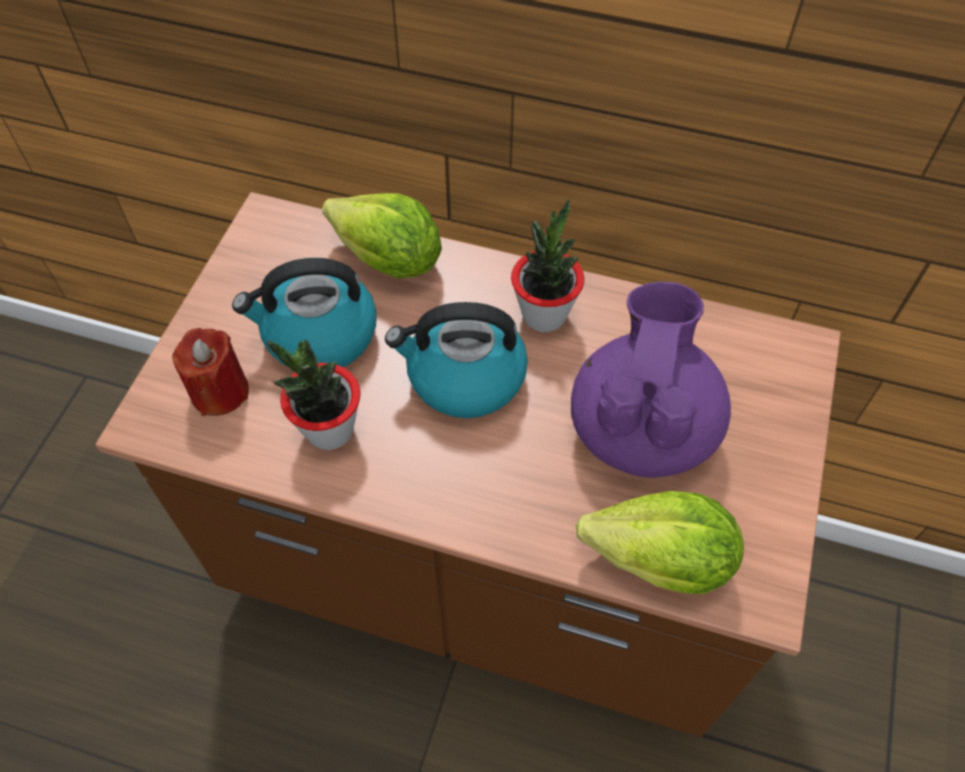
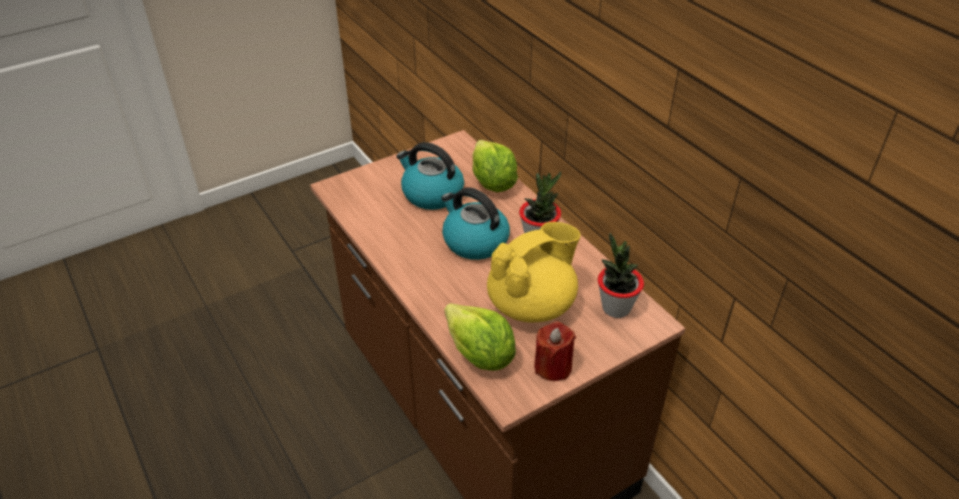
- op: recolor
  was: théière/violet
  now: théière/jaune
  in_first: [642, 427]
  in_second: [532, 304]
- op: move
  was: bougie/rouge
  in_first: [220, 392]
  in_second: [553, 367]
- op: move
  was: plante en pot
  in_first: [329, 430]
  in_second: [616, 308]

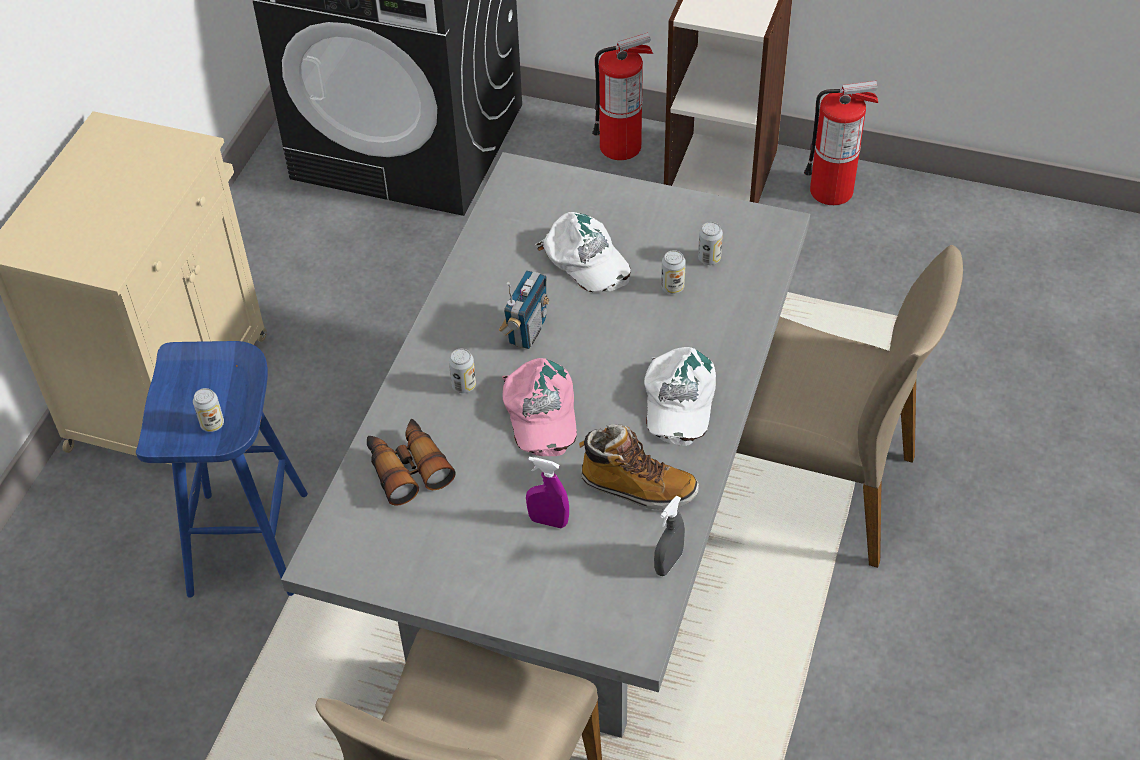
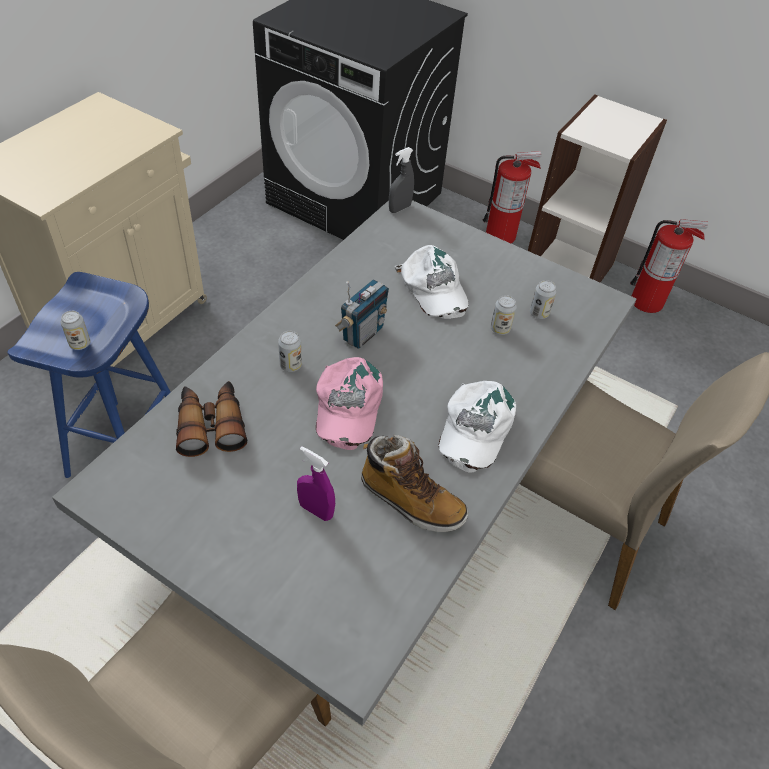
- op: move
  was: vaporisateur/gris
  in_first: [668, 563]
  in_second: [399, 208]

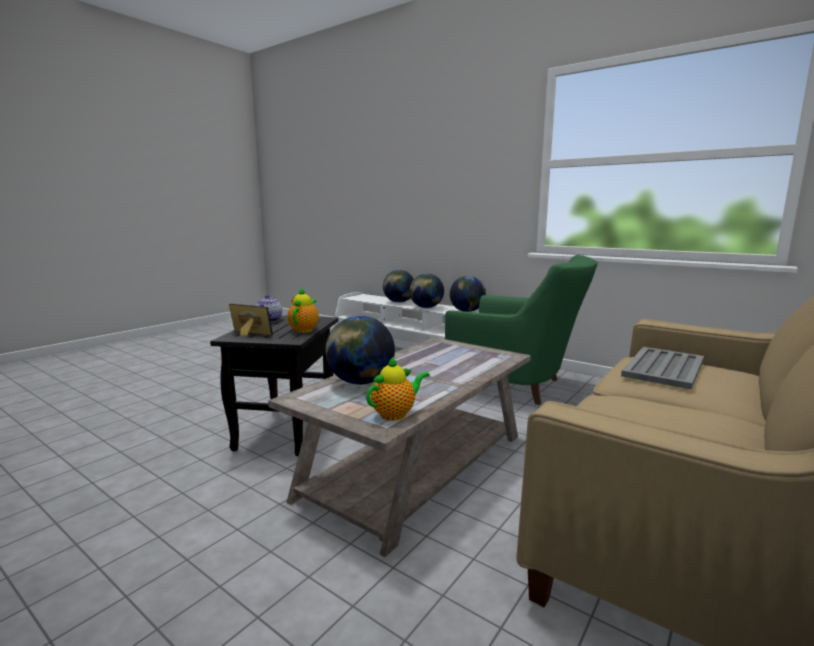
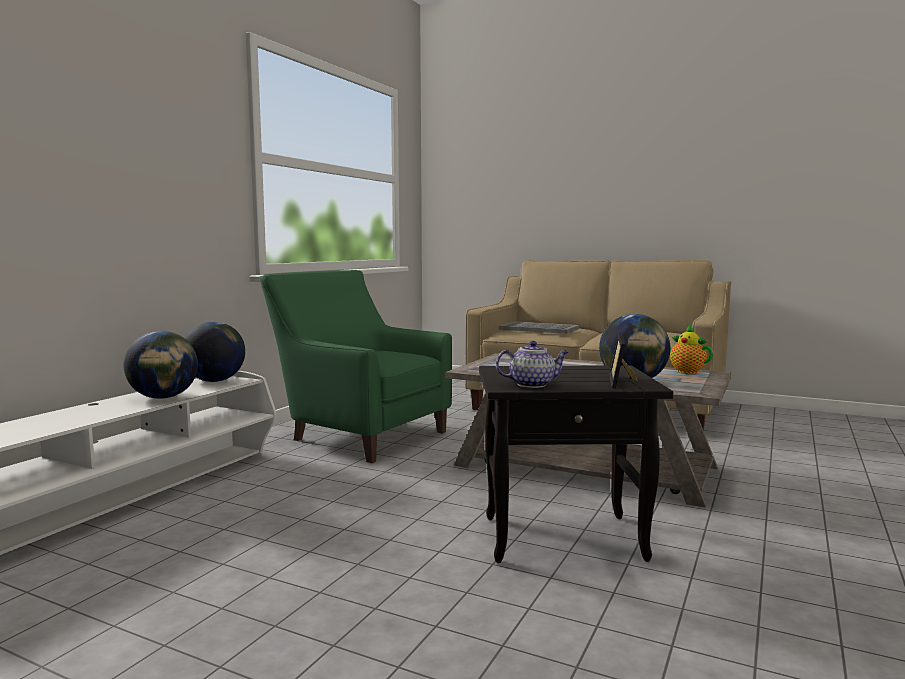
- op: rotate
  was: fauteuil/vert
  in_first: [517, 386]
  in_second: [356, 435]
  clockwise: -75
- op: delete
  was: théière
  in_first: [304, 329]
- op: delete
  was: globe
  in_first: [398, 302]

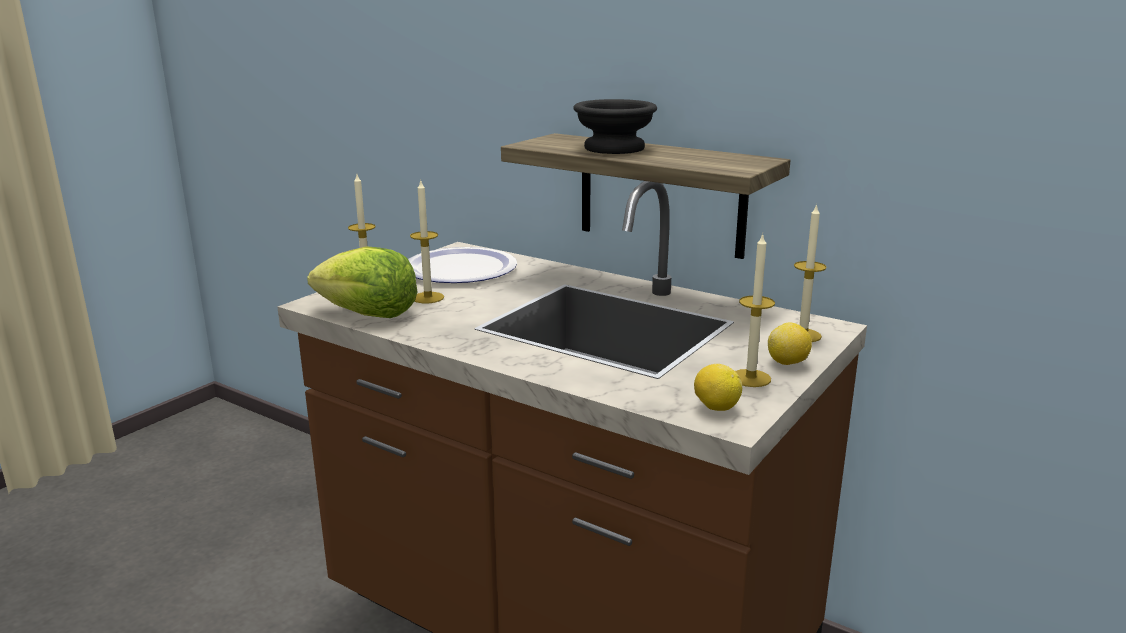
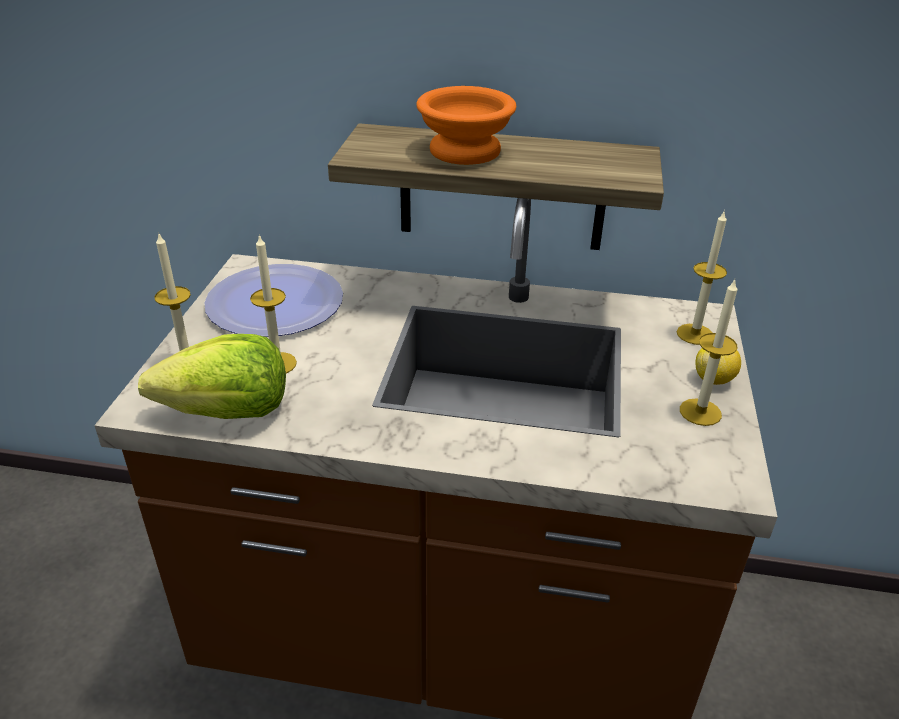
- op: recolor
  was: bol/noir
  now: bol/orange
  in_first: [611, 148]
  in_second: [462, 151]
- op: delete
  was: citron
  in_first: [715, 408]

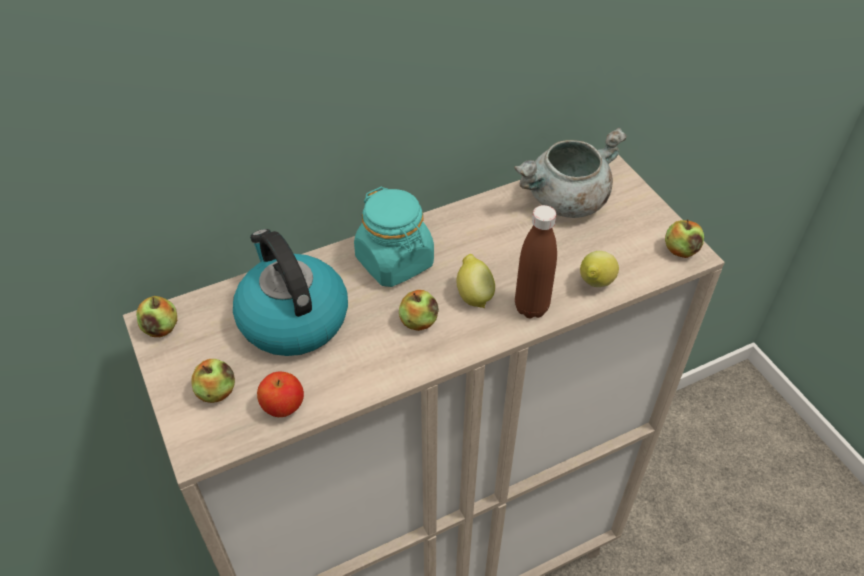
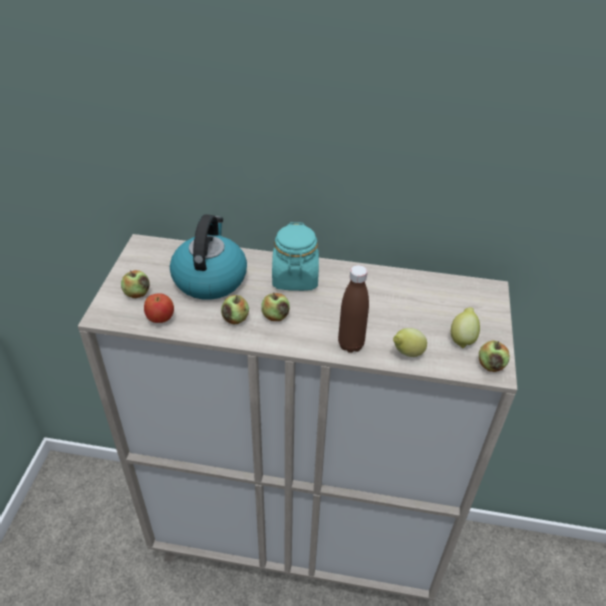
- op: move
  was: pomme
  in_first: [161, 328]
  in_second: [235, 318]
- op: move
  was: citron
  in_first: [474, 295]
  in_second: [462, 338]
- op: delete
  was: marmite/gris
  in_first: [566, 202]

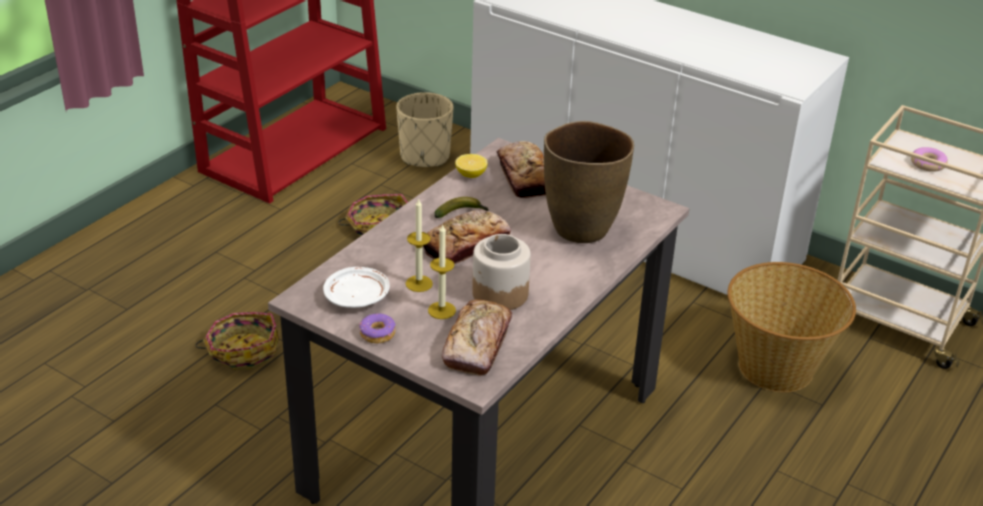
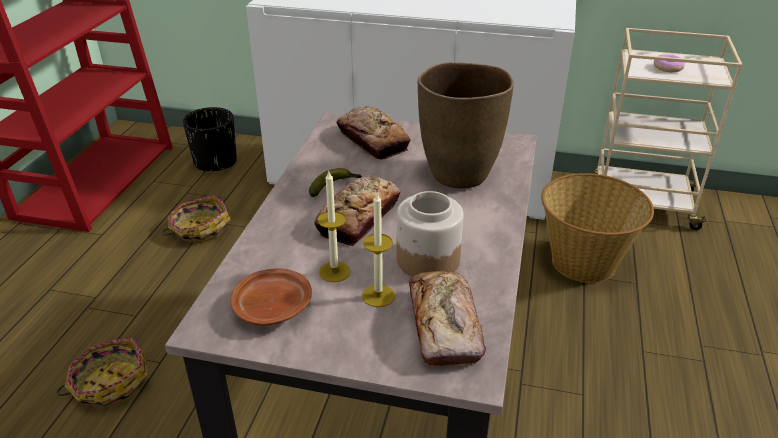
- op: recolor
  was: cache-pot/beige
  now: cache-pot/noir
  in_first: [425, 156]
  in_second: [215, 162]
- op: recolor
  was: assiette/blanc
  now: assiette/marron
  in_first: [357, 297]
  in_second: [273, 306]
- op: delete
  was: beignet
  in_first: [377, 334]
- op: delete
  was: citron
  in_first: [471, 175]

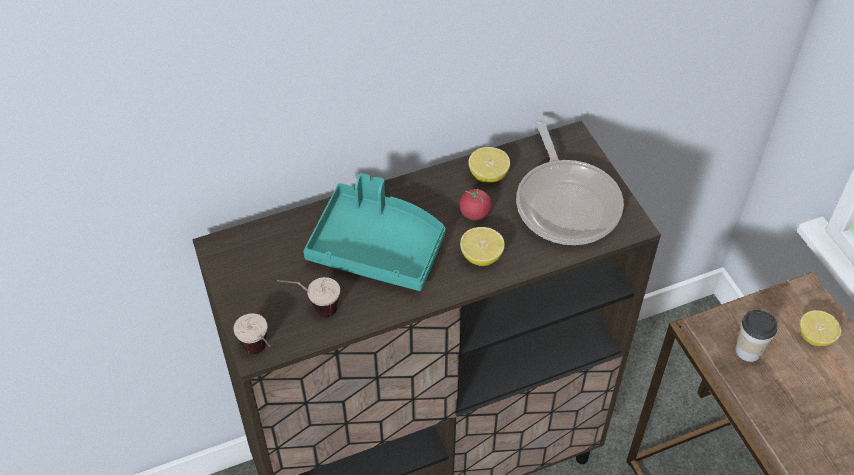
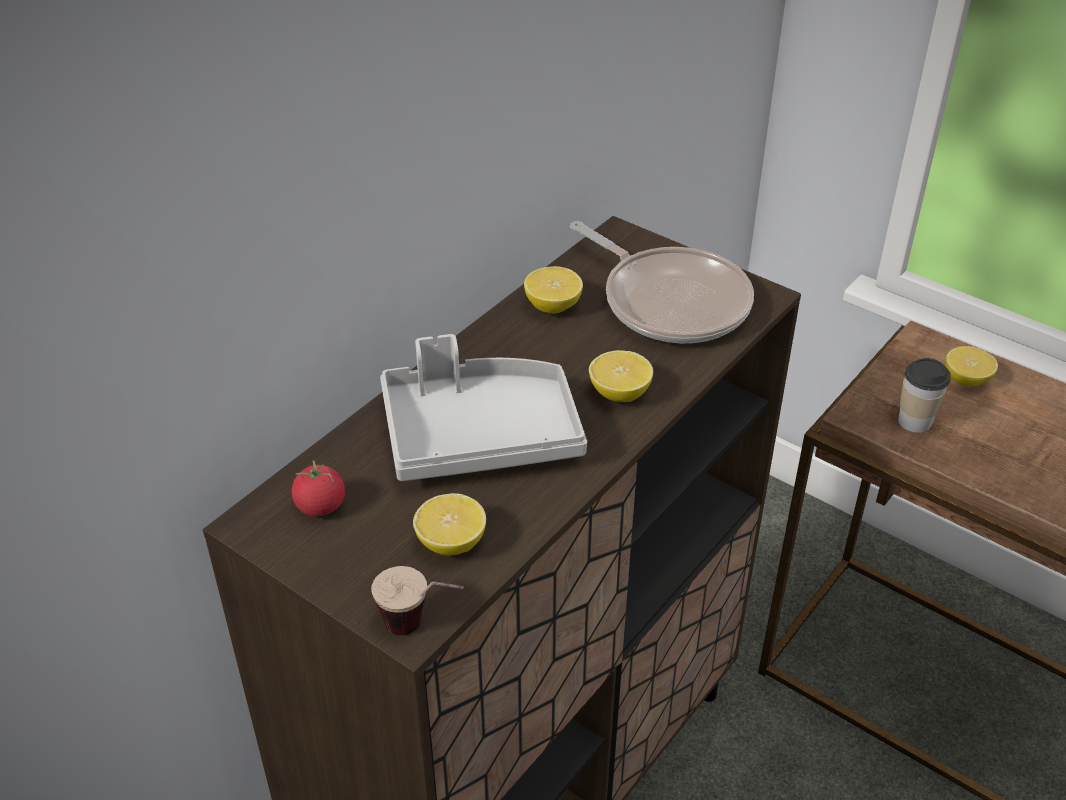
- op: move
  was: tomate
  in_first: [475, 213]
  in_second: [320, 506]
- op: recolor
  was: plateau/turquoise
  now: plateau/gris
  in_first: [377, 247]
  in_second: [479, 435]
- op: replace
  was: tasse
  now: citron
  in_first: [312, 310]
  in_second: [451, 543]

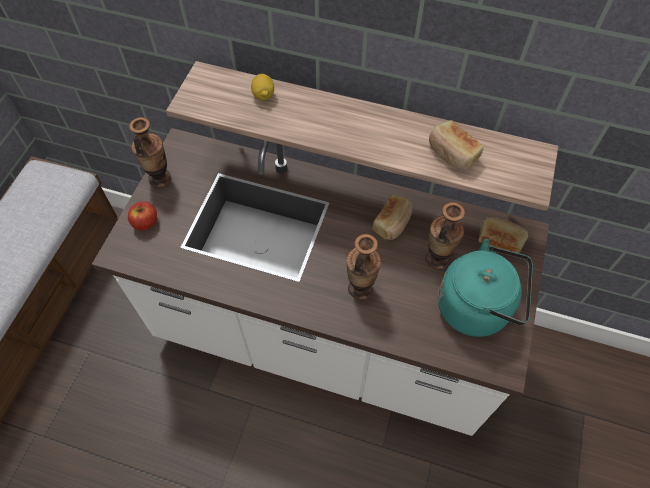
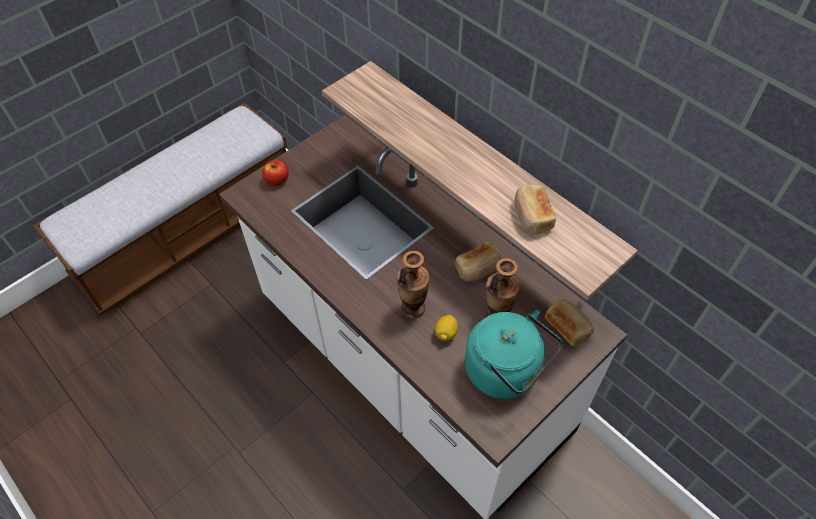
- op: move
  was: citron
  in_first: [263, 95]
  in_second: [446, 333]
- op: delete
  was: vase
  in_first: [160, 178]

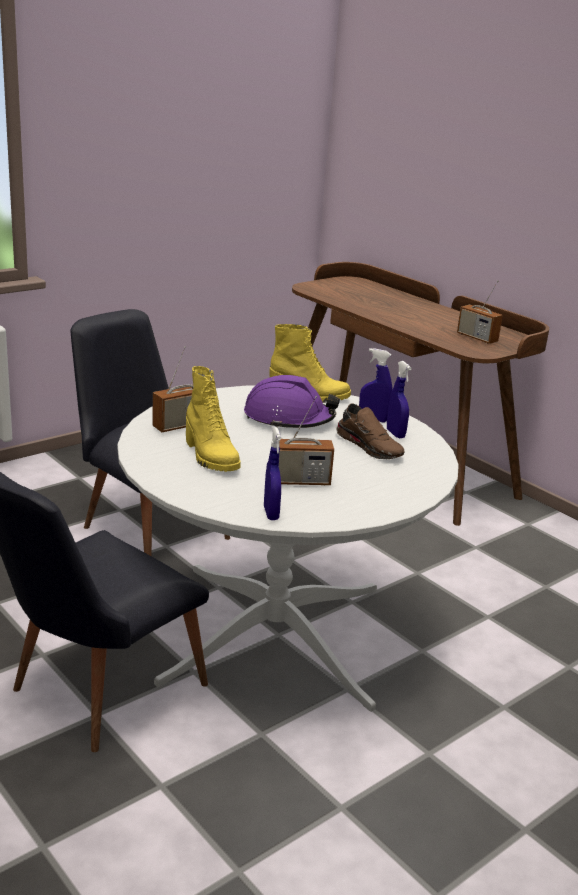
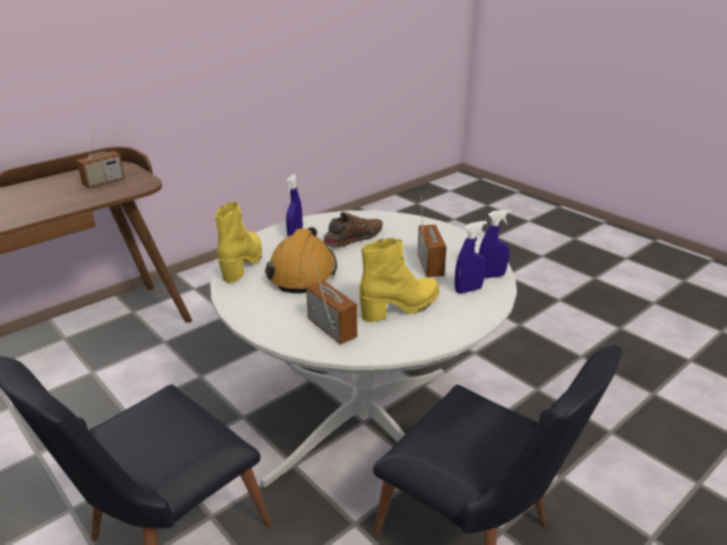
- op: recolor
  was: casque de chantier/violet
  now: casque de chantier/orange
  in_first: [288, 419]
  in_second: [302, 272]
- op: move
  was: vaporisateur/bleu
  in_first: [395, 434]
  in_second: [468, 290]

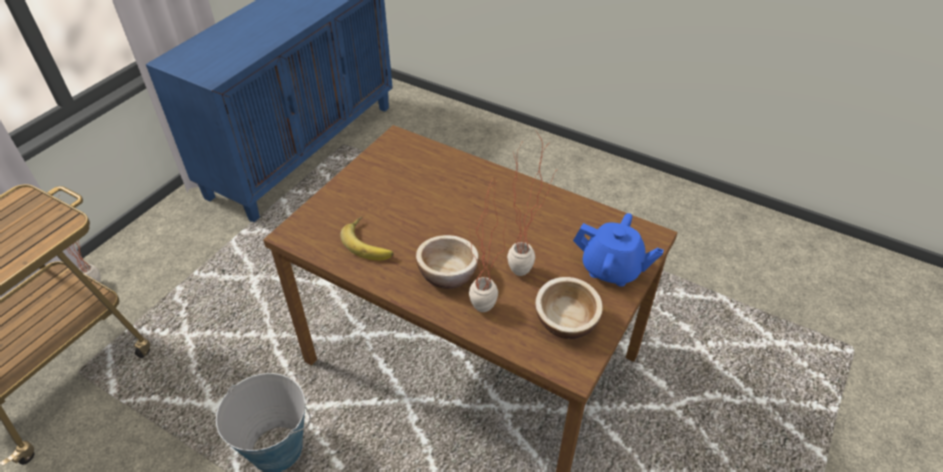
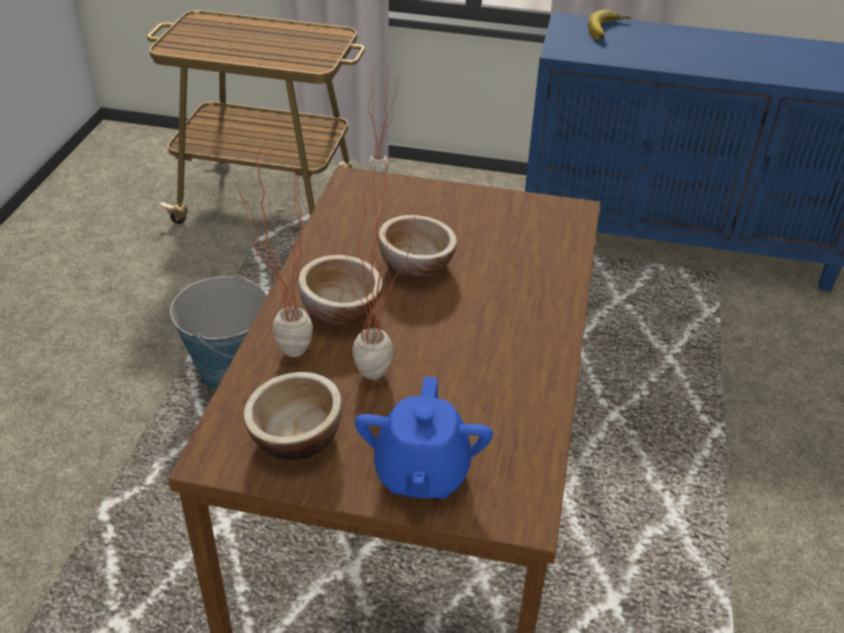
- op: insert
  now: bol
  in_second: [416, 265]
- op: move
  was: banane
  in_first: [370, 242]
  in_second: [609, 30]

